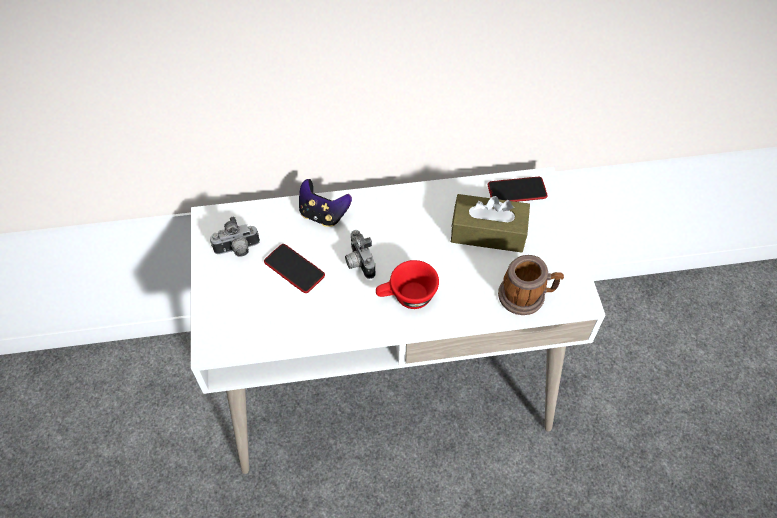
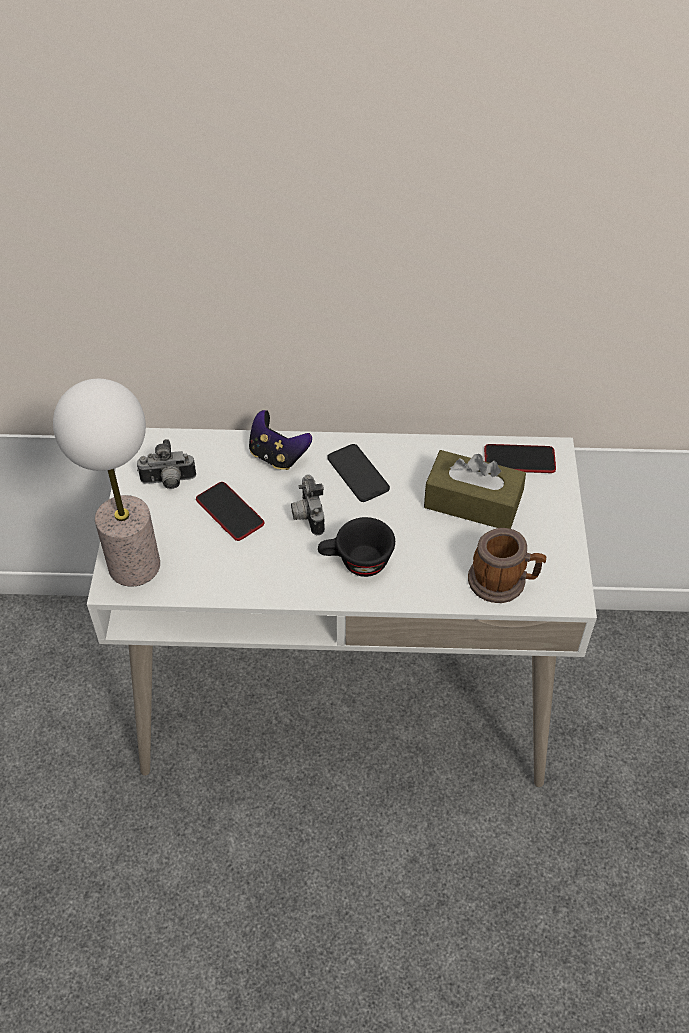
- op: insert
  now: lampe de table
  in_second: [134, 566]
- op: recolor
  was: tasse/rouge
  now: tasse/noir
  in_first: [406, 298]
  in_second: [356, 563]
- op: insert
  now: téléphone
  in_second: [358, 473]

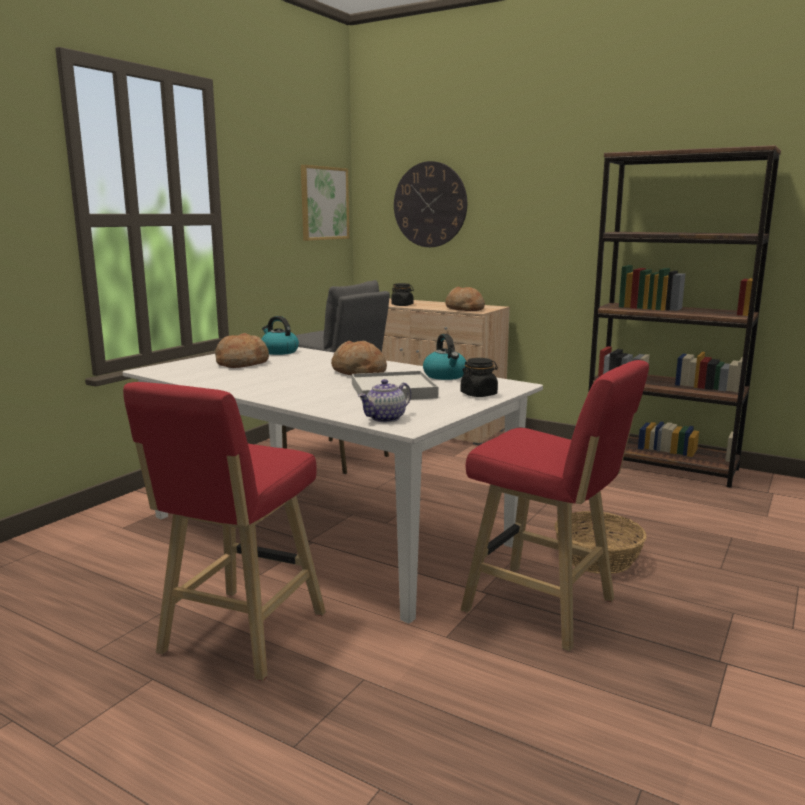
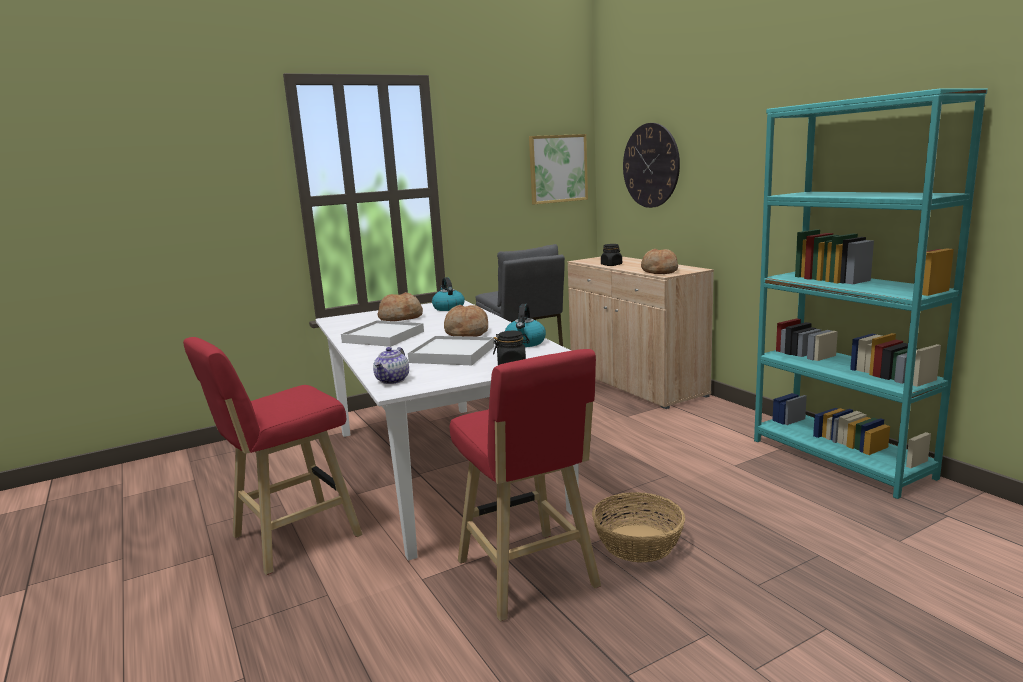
- op: insert
  now: plateau/blanc
  in_second: [383, 337]
- op: rotate
  was: théière
  in_first: [385, 418]
  in_second: [393, 380]
  clockwise: -60
- op: recolor
  was: bibliothèque/marron
  now: bibliothèque/turquoise
  in_first: [660, 465]
  in_second: [840, 458]

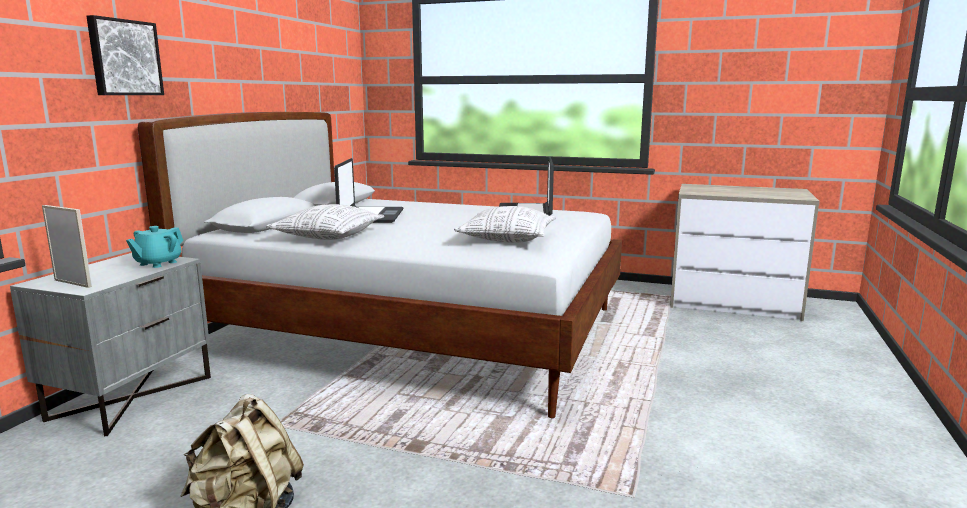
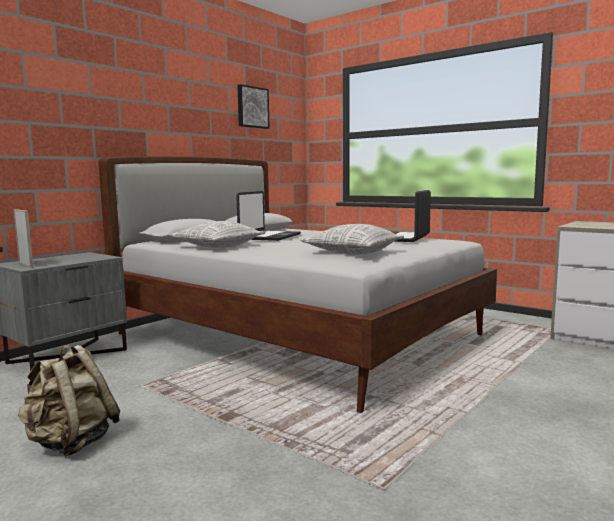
- op: move
  was: tableau
  in_first: [124, 58]
  in_second: [252, 107]
- op: delete
  was: théière/turquoise
  in_first: [158, 263]

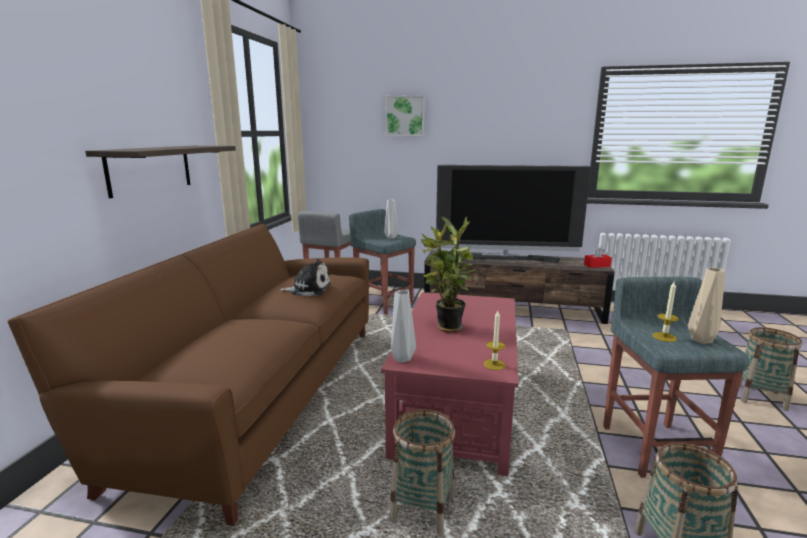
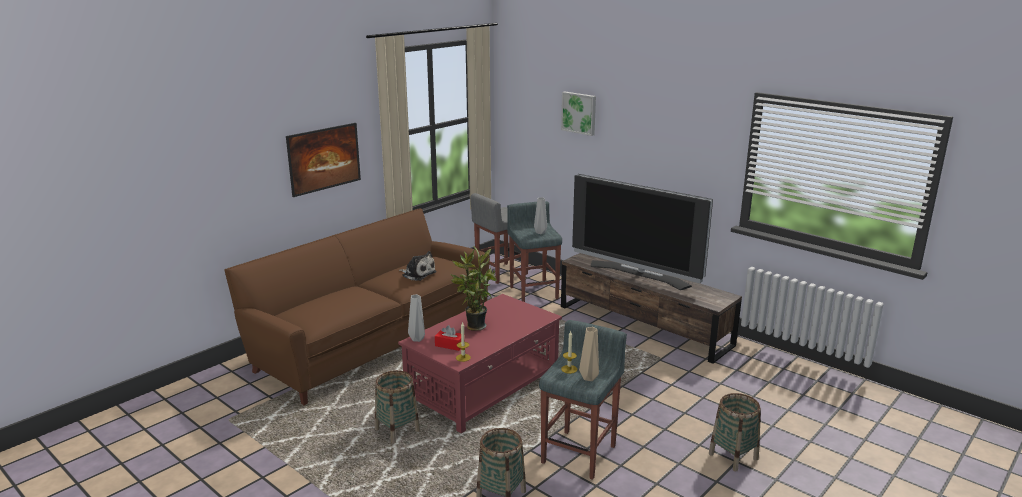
- op: replace
  was: étagère
  now: tableau
  in_first: [150, 169]
  in_second: [325, 173]
- op: move
  was: boîte à mouchoirs/rouge
  in_first: [597, 265]
  in_second: [450, 345]

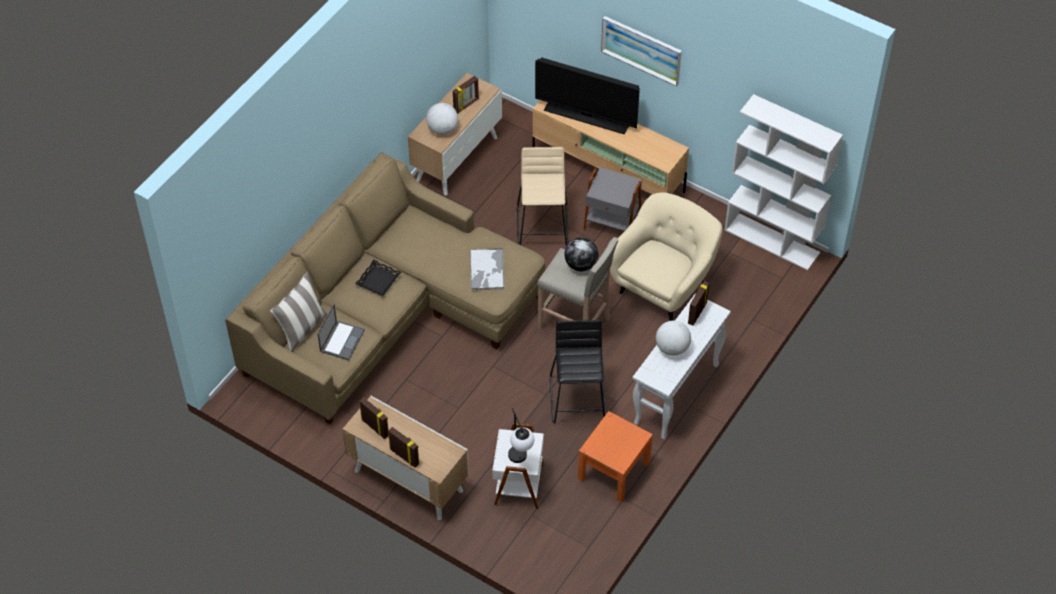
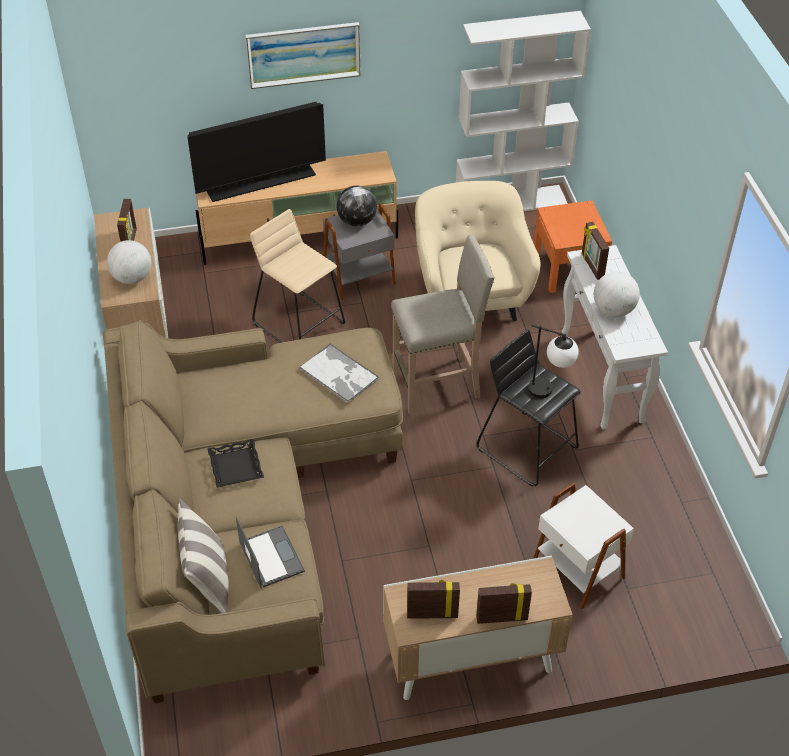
- op: move
  was: globe
  in_first: [581, 265]
  in_second: [357, 221]
- op: move
  was: lampe de table
  in_first: [520, 461]
  in_second: [549, 392]
- op: move
  was: table de chevet/orange
  in_first: [614, 470]
  in_second: [568, 268]

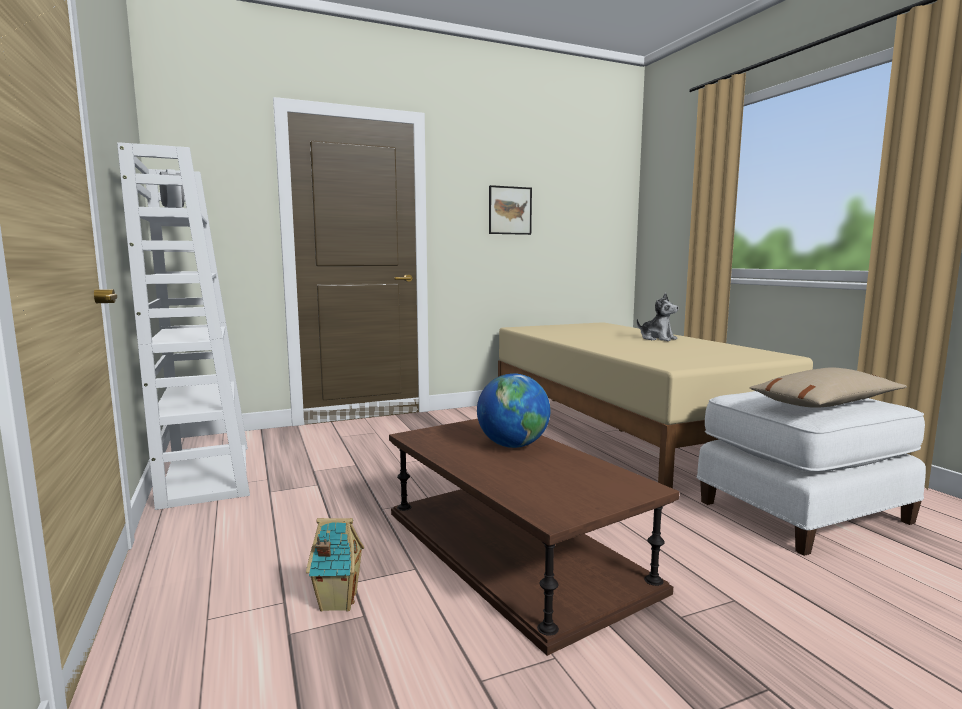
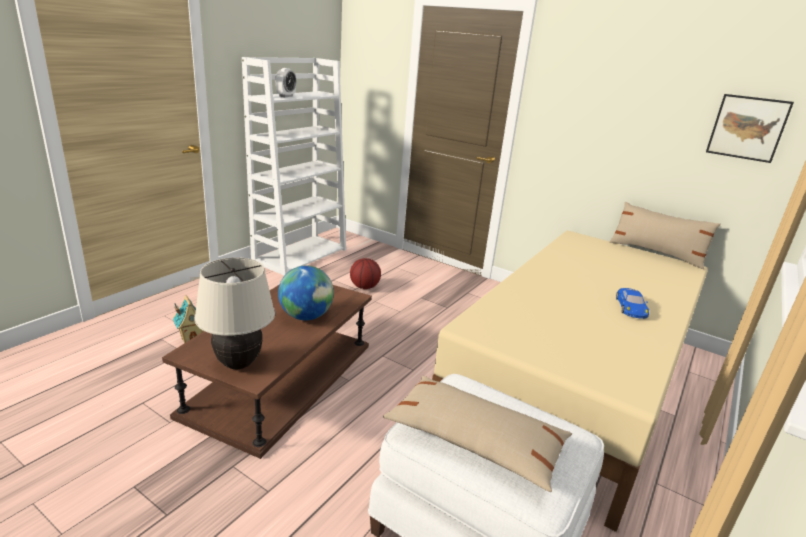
- op: insert
  now: lampe de table/beige
  in_second: [239, 364]
- op: insert
  now: ballon de basket
  in_second: [365, 287]
- op: insert
  now: coussin/beige
  in_second: [656, 253]
- op: replace
  was: peluche
  now: petite voiture/bleu
  in_first: [657, 339]
  in_second: [630, 307]
- op: move
  was: tableau
  in_first: [510, 210]
  in_second: [747, 128]

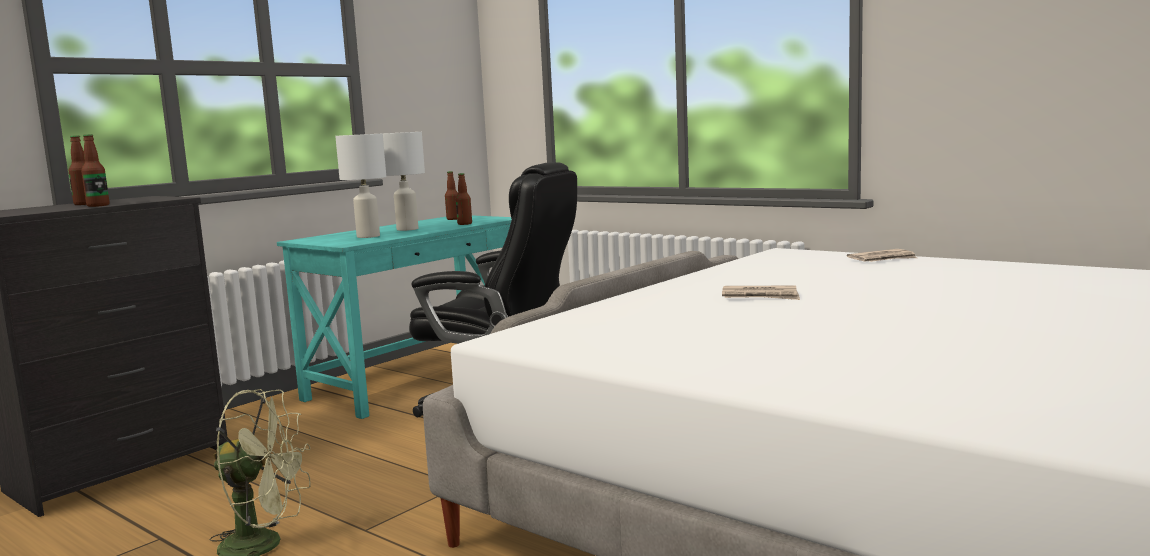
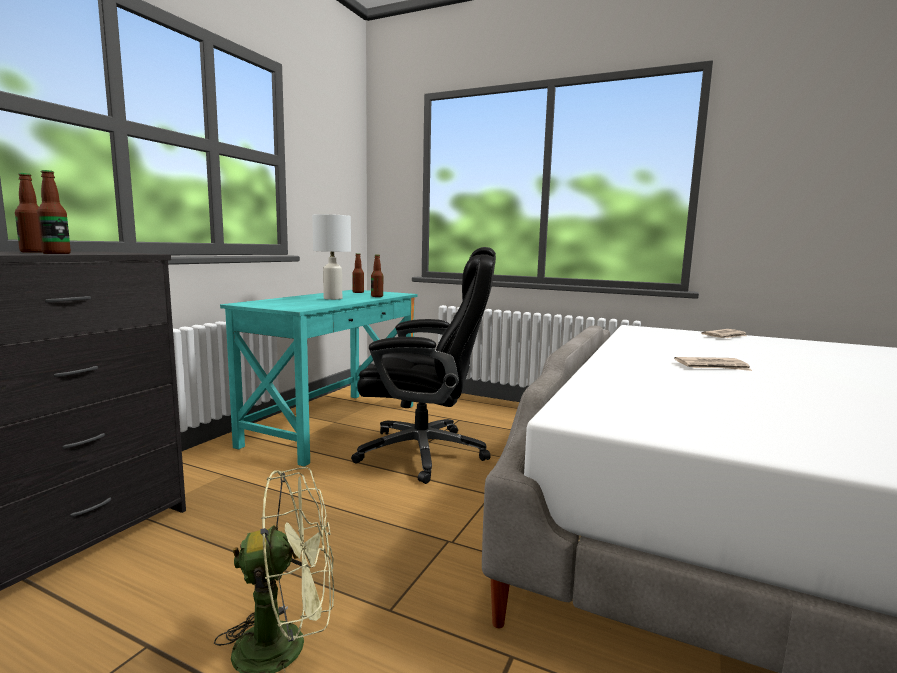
- op: delete
  was: lampe de table/blanc
  in_first: [367, 236]

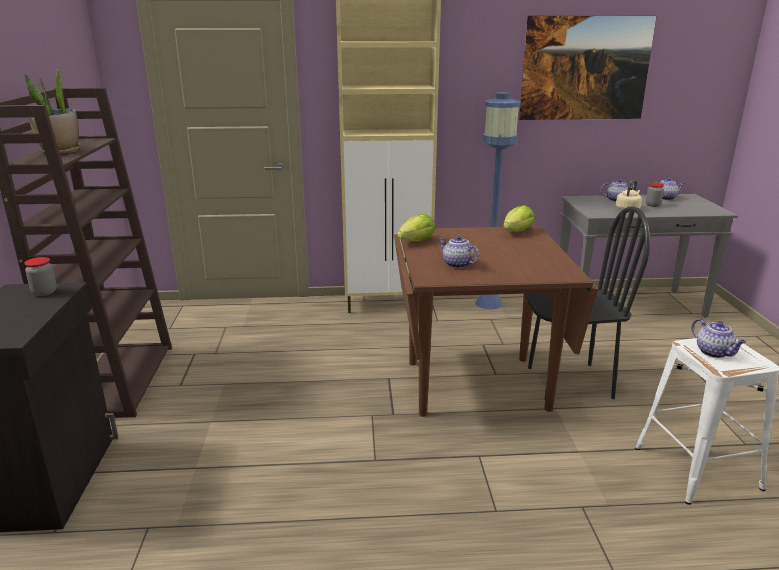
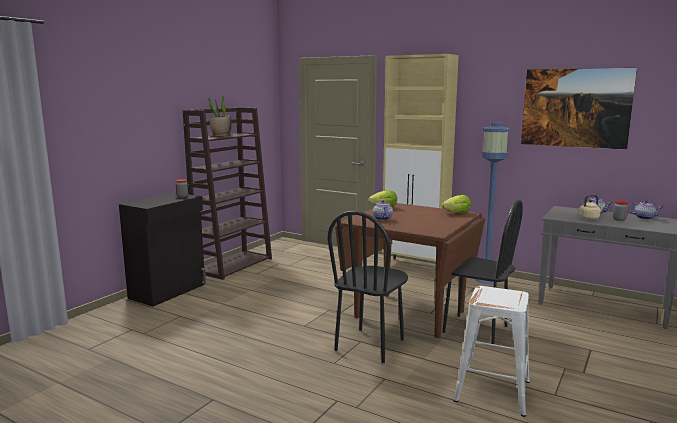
- op: insert
  now: chaise/noir
  in_second: [370, 345]
- op: delete
  was: théière
  in_first: [714, 352]

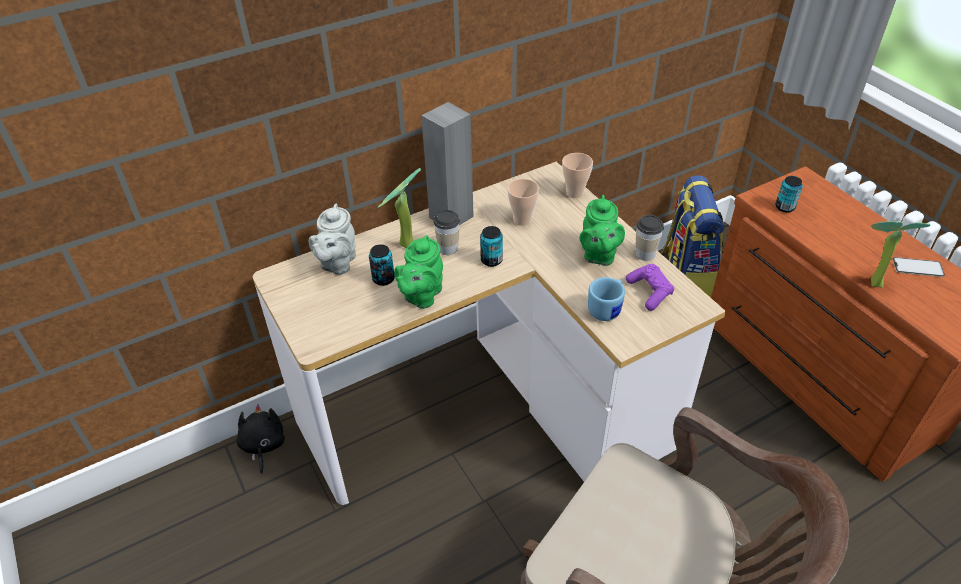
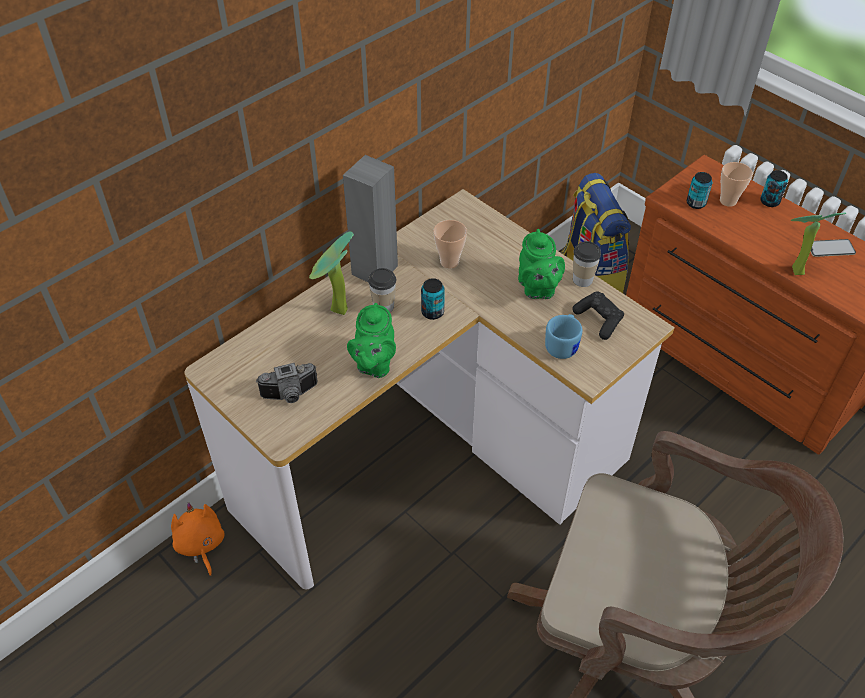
- op: recolor
  was: peluche/noir
  now: peluche/orange
  in_first: [263, 445]
  in_second: [200, 545]
- op: insert
  now: appareil photo
  in_second: [290, 395]
- op: recolor
  was: manette/violet
  now: manette/noir
  in_first: [649, 292]
  in_second: [598, 320]
- op: move
  was: tasse
  in_first: [575, 193]
  in_second: [728, 201]
- op: move
  was: boîte métallique
  in_first: [383, 279]
  in_second: [769, 201]
- op: delete
  was: théière/gris
  in_first: [337, 264]

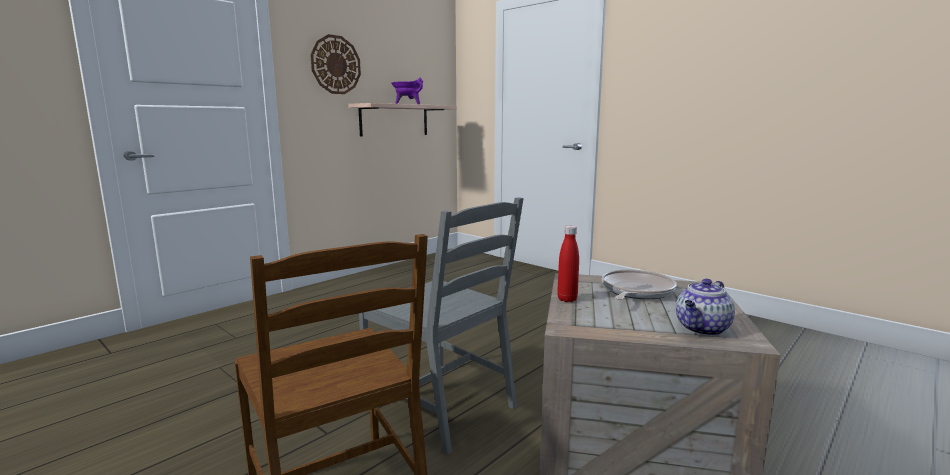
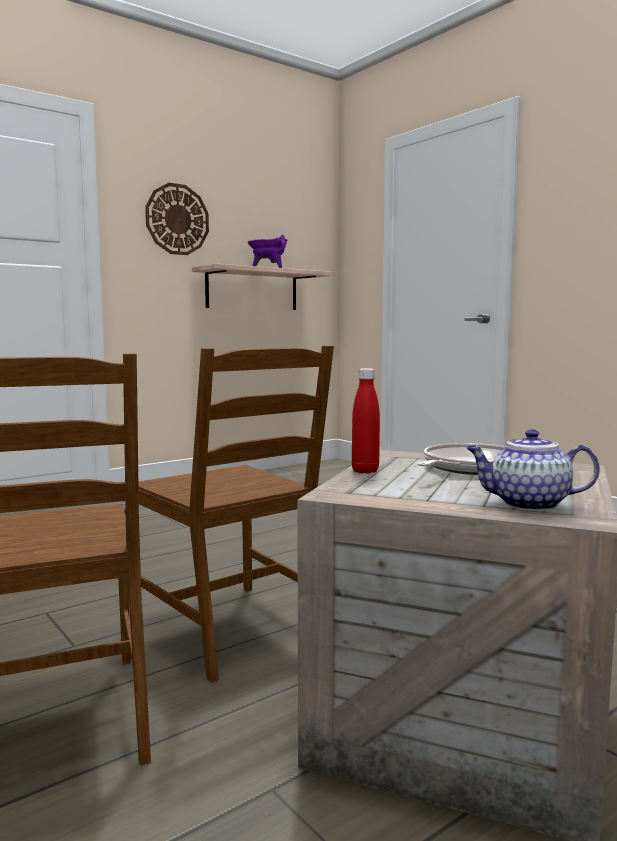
- op: recolor
  was: chaise/gris
  now: chaise/marron
  in_first: [443, 406]
  in_second: [232, 629]
- op: rotate
  was: théière
  in_first: [702, 329]
  in_second: [527, 504]
  clockwise: 45

